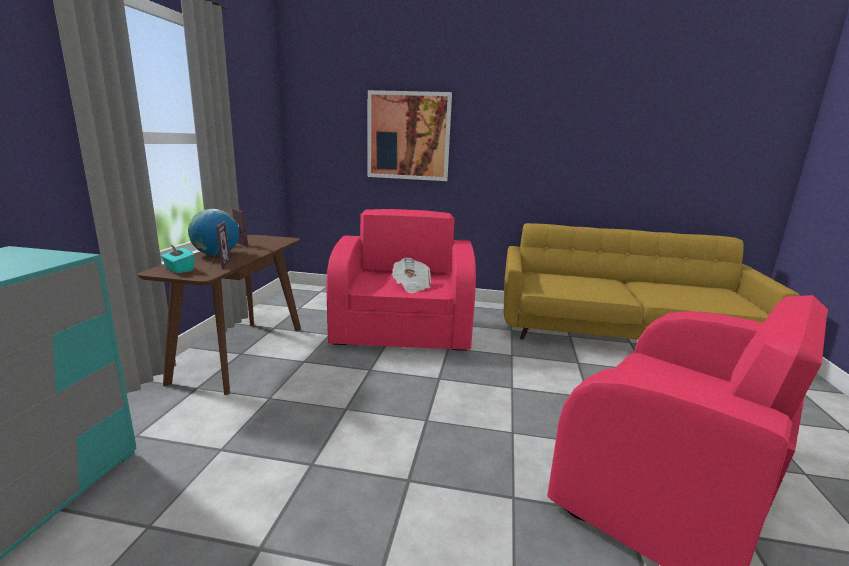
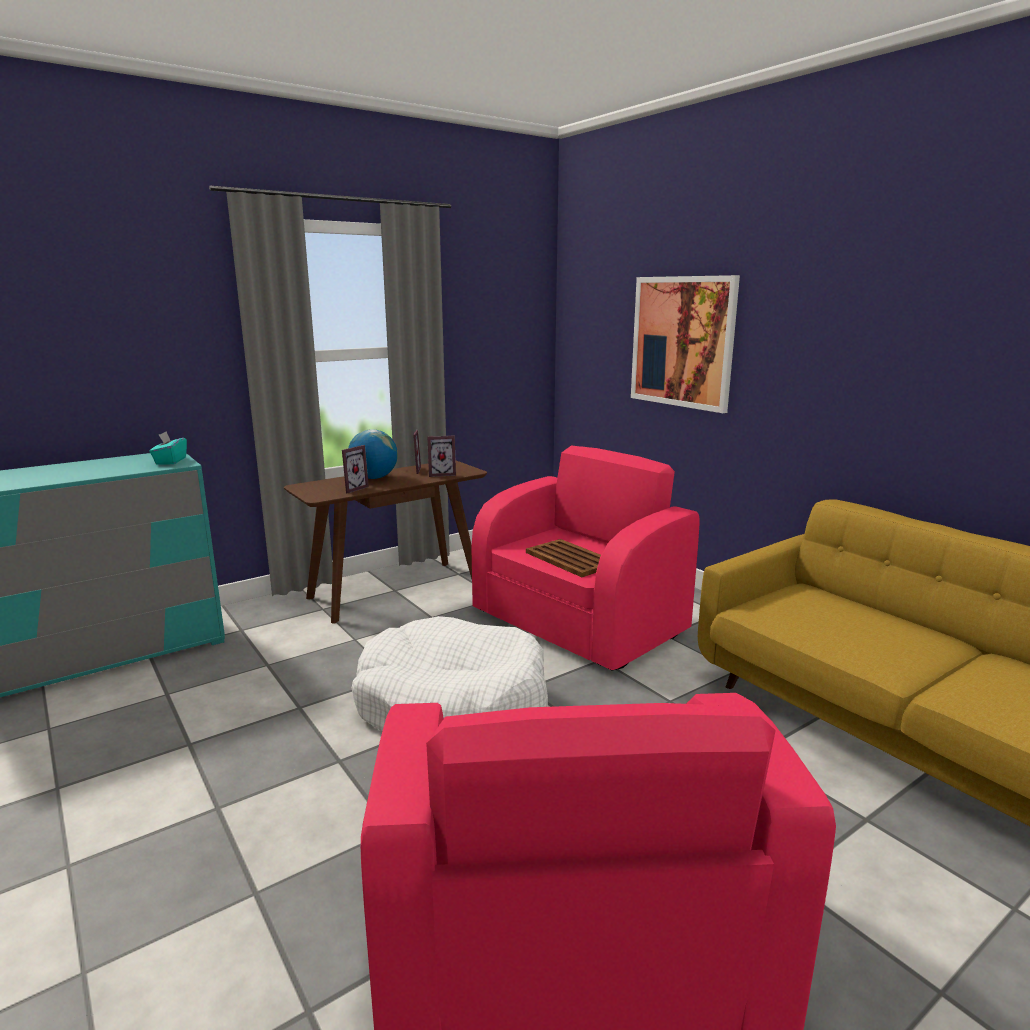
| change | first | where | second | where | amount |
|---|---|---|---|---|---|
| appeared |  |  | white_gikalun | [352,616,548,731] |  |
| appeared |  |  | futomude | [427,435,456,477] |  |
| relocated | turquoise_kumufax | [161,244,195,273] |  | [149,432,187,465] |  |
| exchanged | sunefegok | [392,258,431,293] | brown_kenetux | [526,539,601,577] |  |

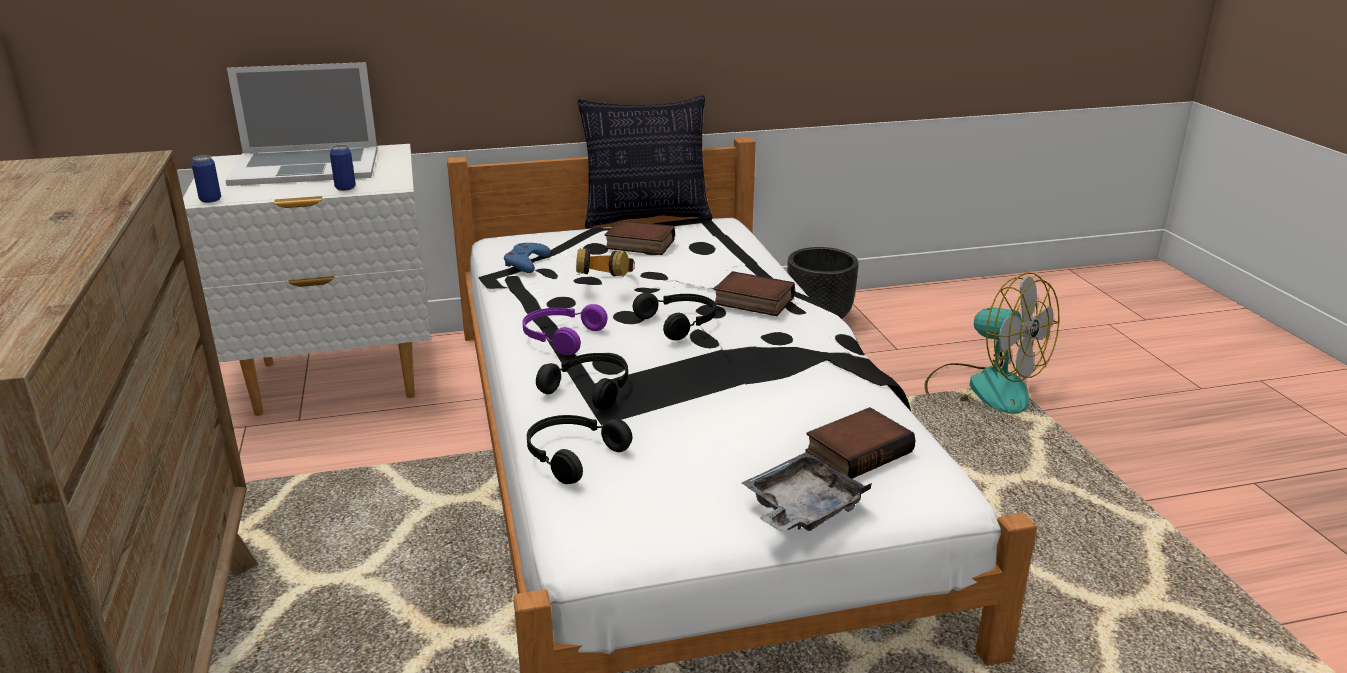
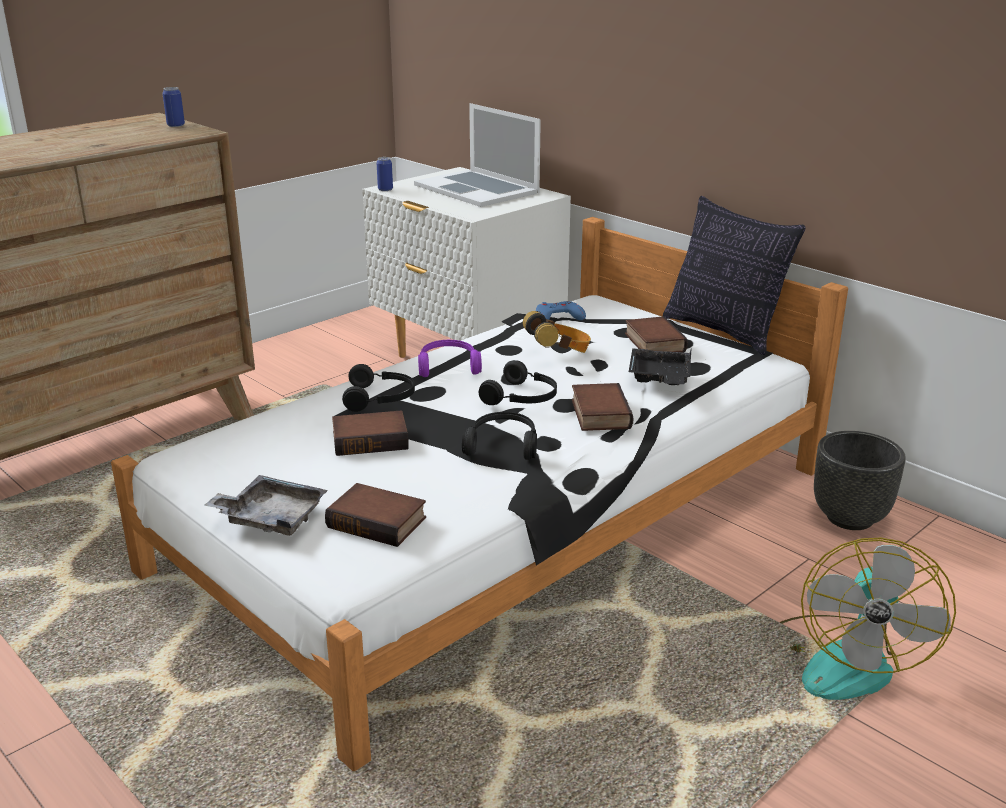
| change | first | where | second | where | amount |
|---|---|---|---|---|---|
| appeared |  |  | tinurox | [332,410,409,456] |  |
| appeared |  |  | black_kenetux | [629,348,691,385] |  |
| relocated | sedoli | [330,144,356,191] |  | [162,87,185,127] |  |
| relocated | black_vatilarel | [527,415,632,484] |  | [462,412,537,460] |  |

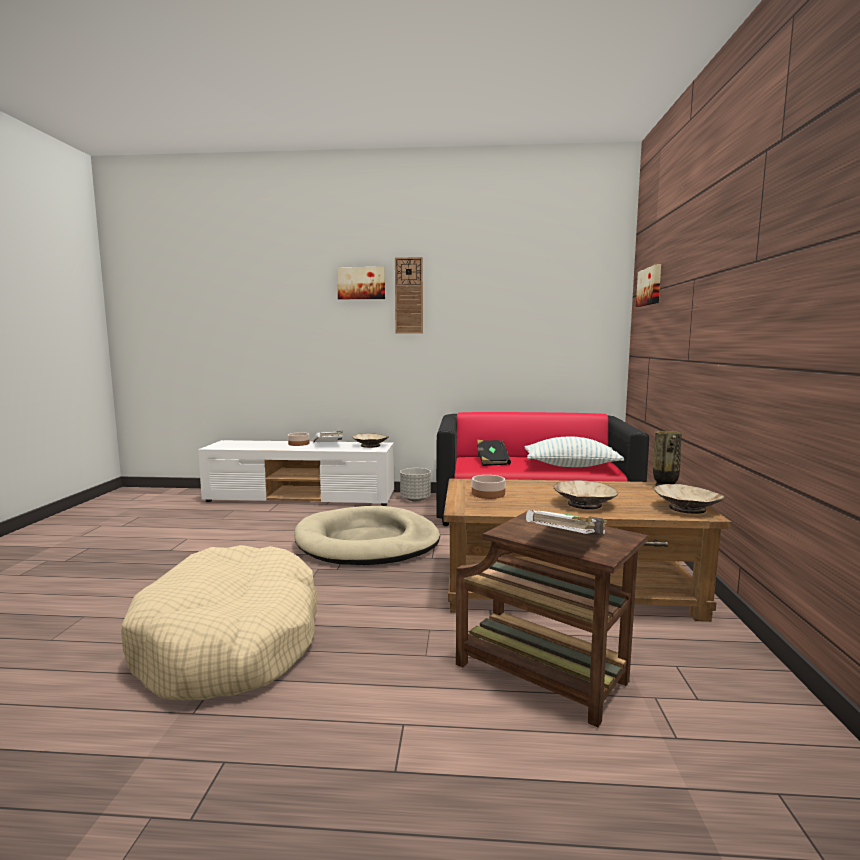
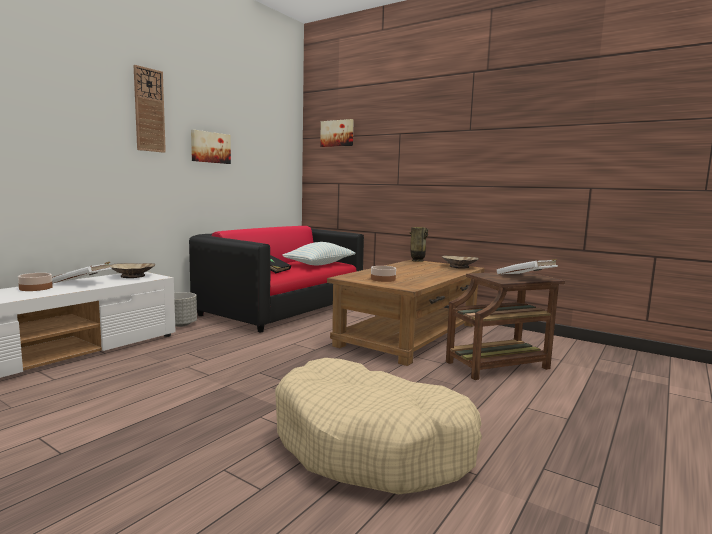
| change | first | where | second | where | amount |
|---|---|---|---|---|---|
| missing | beige_gikalun | [294,506,440,565] |  |  |  |
| missing | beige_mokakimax | [554,480,618,509] |  |  |  |
| relocated | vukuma | [337,267,385,299] |  | [191,130,231,164] |  |

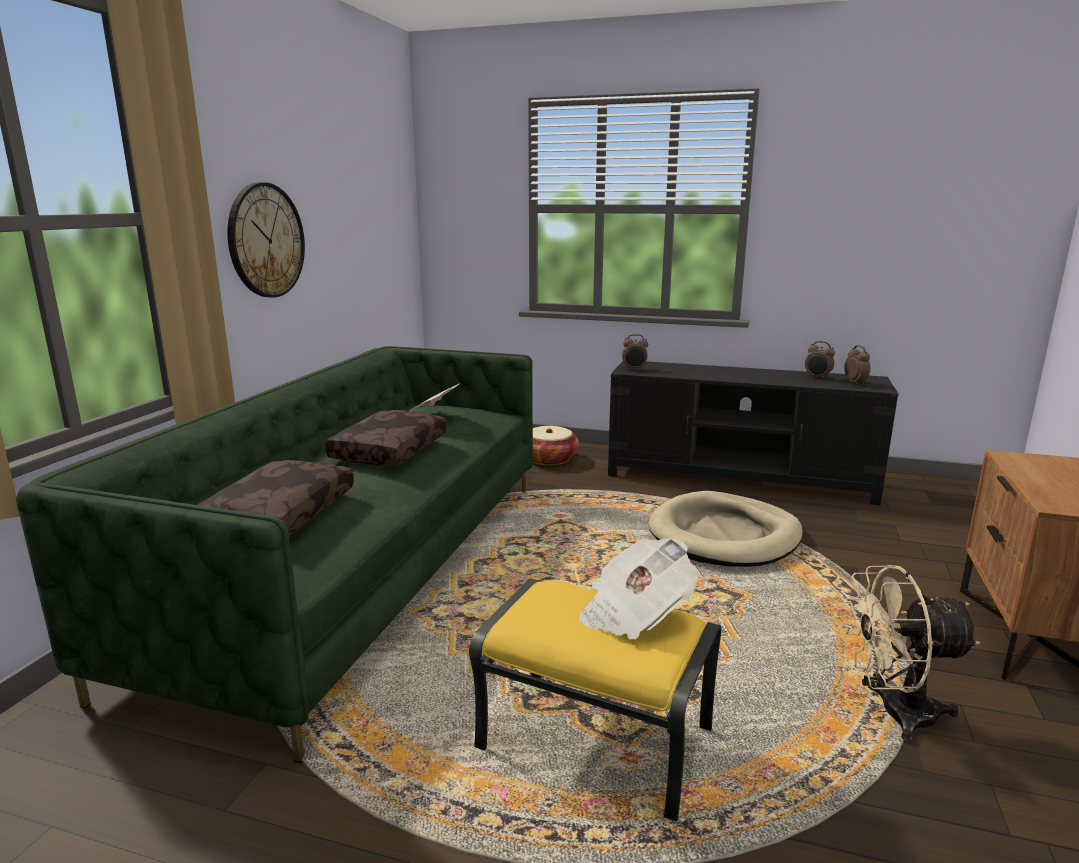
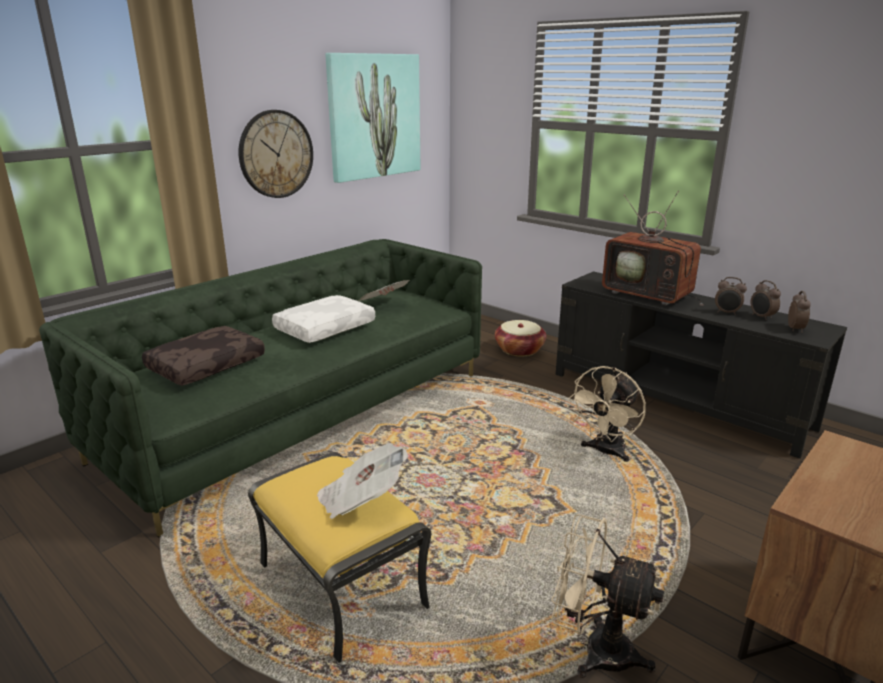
| change | first | where | second | where | amount |
|---|---|---|---|---|---|
| appeared |  |  | vukuma | [325,53,420,183] |  |
| appeared |  |  | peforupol | [602,191,704,306] |  |
| relocated | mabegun | [622,334,648,370] |  | [715,277,747,315] |  |
| exchanged | beige_gikalun | [648,491,803,567] | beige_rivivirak | [568,366,646,462] |  |
| colour | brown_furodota | [325,410,446,466] | white_furodota | [272,295,375,343] |  |

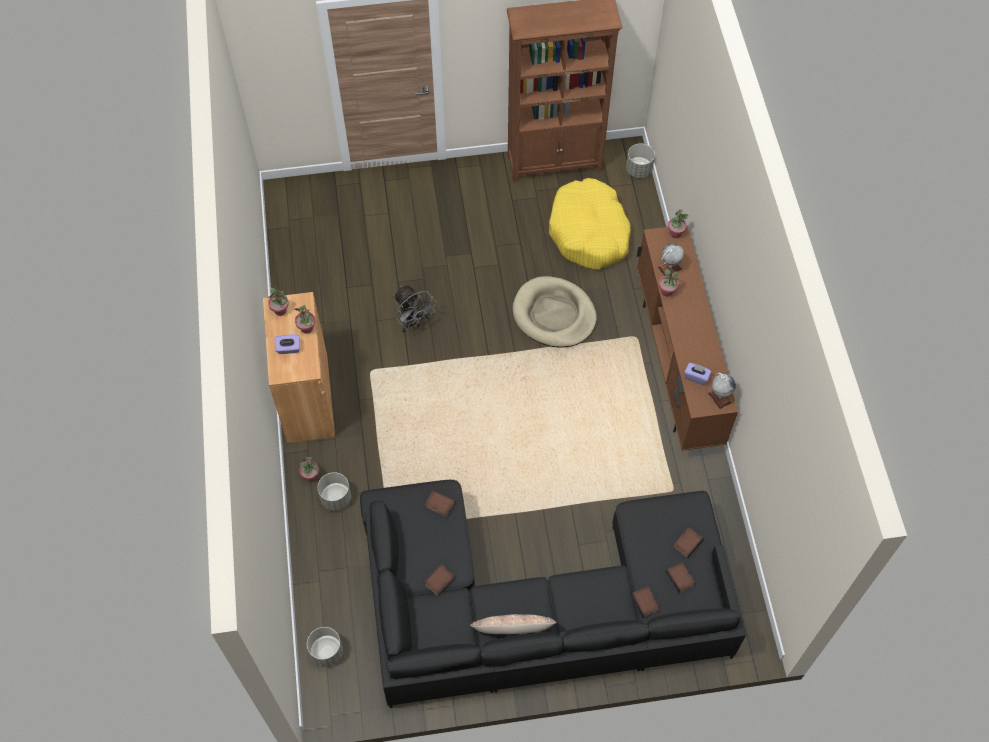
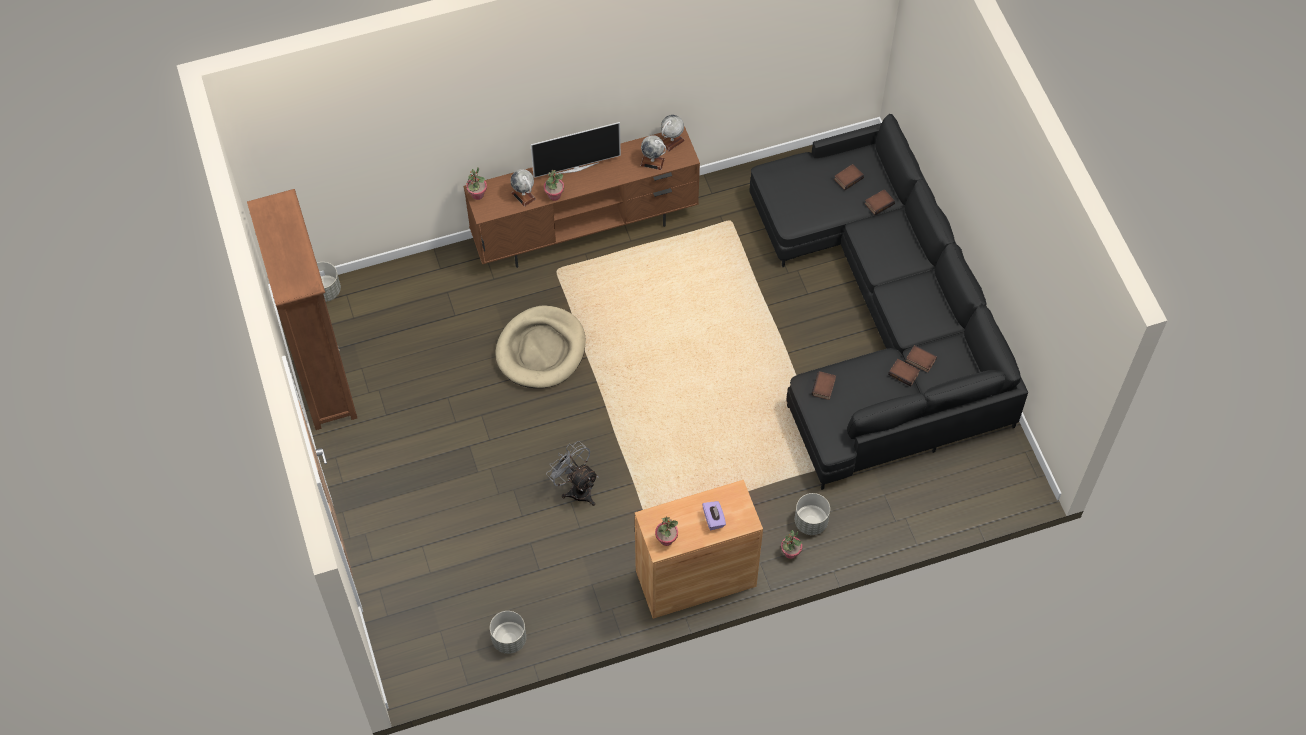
| change | first | where | second | where | amount |
|---|---|---|---|---|---|
| missing | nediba | [294,305,315,334] |  |  |  |
| missing | furodota | [470,614,557,634] |  |  |  |
| missing | yellow_gikalun | [549,178,631,269] |  |  |  |
| appeared |  |  | peforupol | [531,122,621,178] |  |
| relocated | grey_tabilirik | [307,627,343,667] |  | [490,611,526,654] |  |
| relocated | tinurox | [673,527,704,558] |  | [906,345,937,373] |  |
| exchanged | purple_kumufax | [684,363,711,385] | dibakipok | [641,135,666,170] |  |
| spun | grey_rivivirak | [393,286,437,332] |  | [546,441,598,506] | 90 degrees counterclockwise |

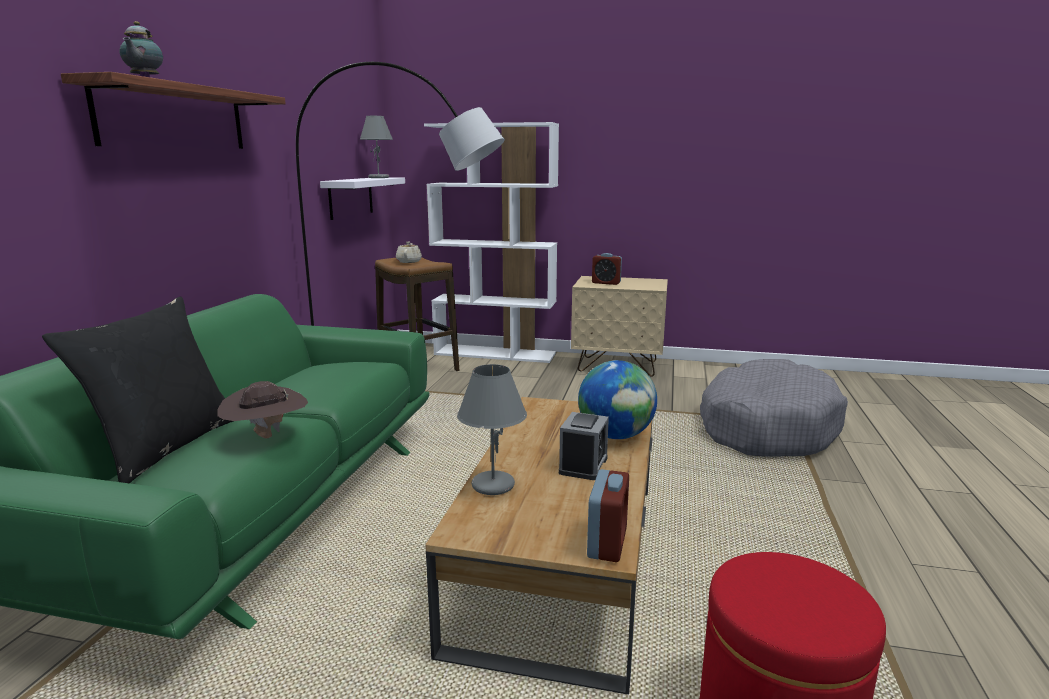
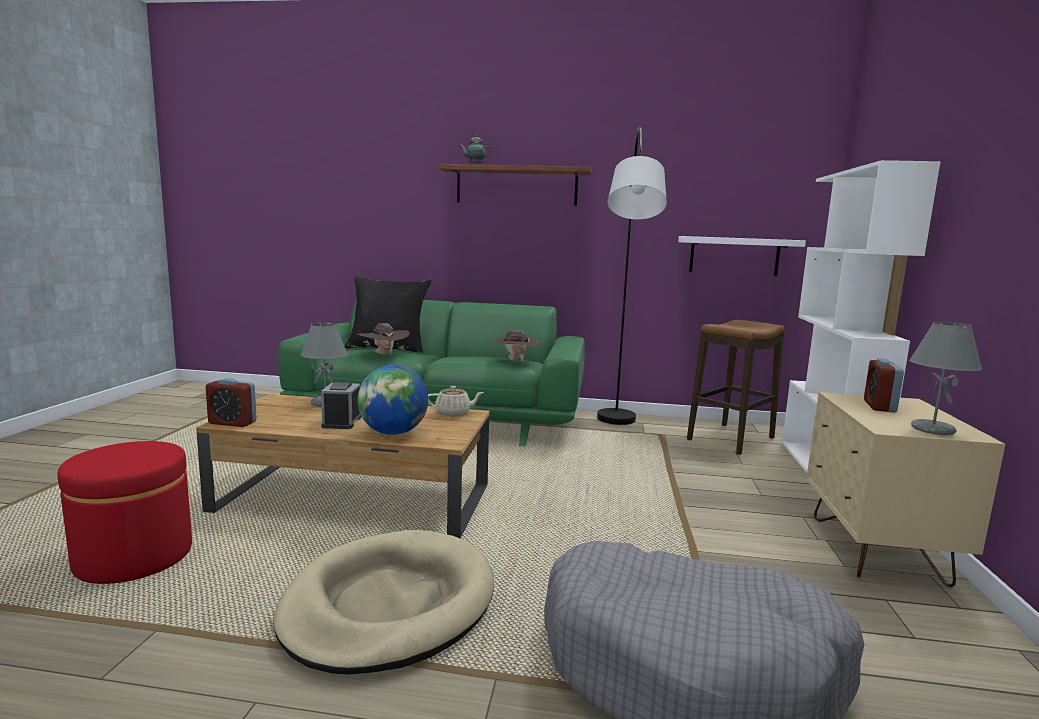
| change | first | where | second | where | amount |
|---|---|---|---|---|---|
| appeared |  |  | beige_gikalun | [274,530,494,675] |  |
| appeared |  |  | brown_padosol | [493,330,539,361] |  |
| relocated | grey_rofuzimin | [360,116,393,178] |  | [909,322,982,435] |  |
| relocated | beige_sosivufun | [396,242,422,263] |  | [428,386,484,416] |  |
| spun | mabegun | [559,412,609,480] |  | [321,382,361,429] | 75 degrees clockwise |

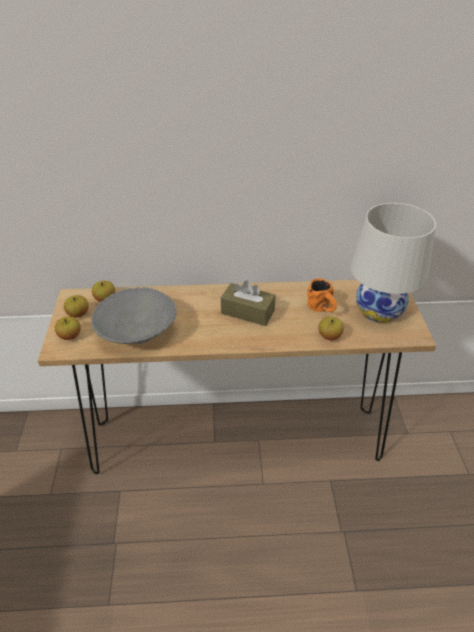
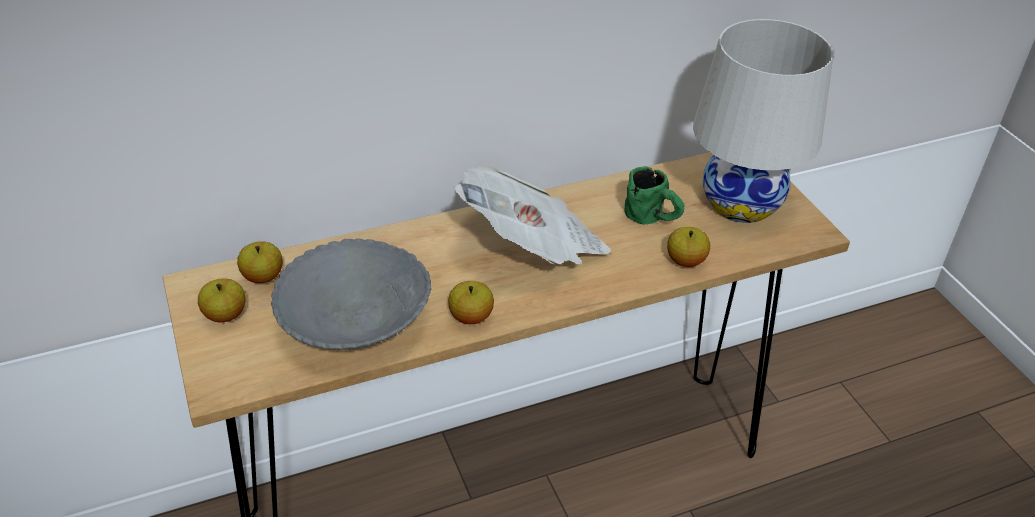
| change | first | where | second | where | amount |
|---|---|---|---|---|---|
| relocated | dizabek | [55,316,81,340] |  | [448,281,494,324] |  |
| exchanged | brown_kumufax | [221,280,276,326] | sunefegok | [454,166,611,265] |  |
| colour | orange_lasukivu | [307,278,337,312] | green_lasukivu | [624,166,685,225] |  |

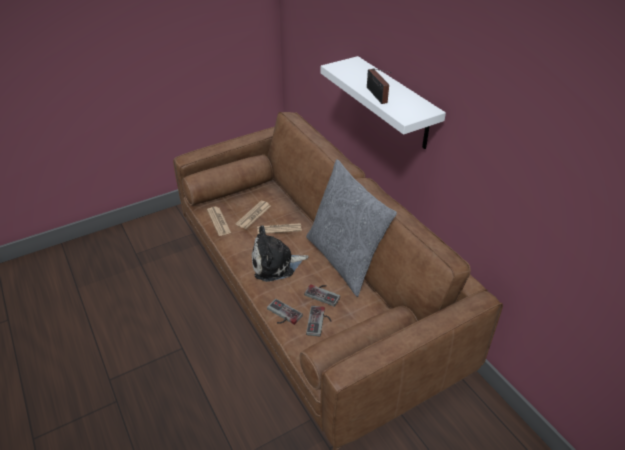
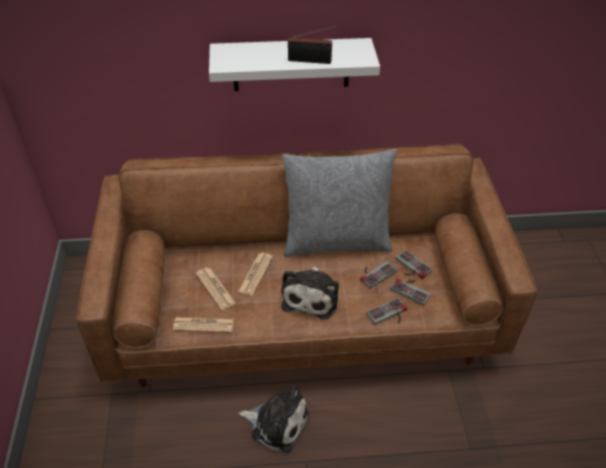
| change | first | where | second | where | amount |
|---|---|---|---|---|---|
| appeared |  |  | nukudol | [239,385,309,453] |  |
| appeared |  |  | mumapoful | [396,250,432,279] |  |

